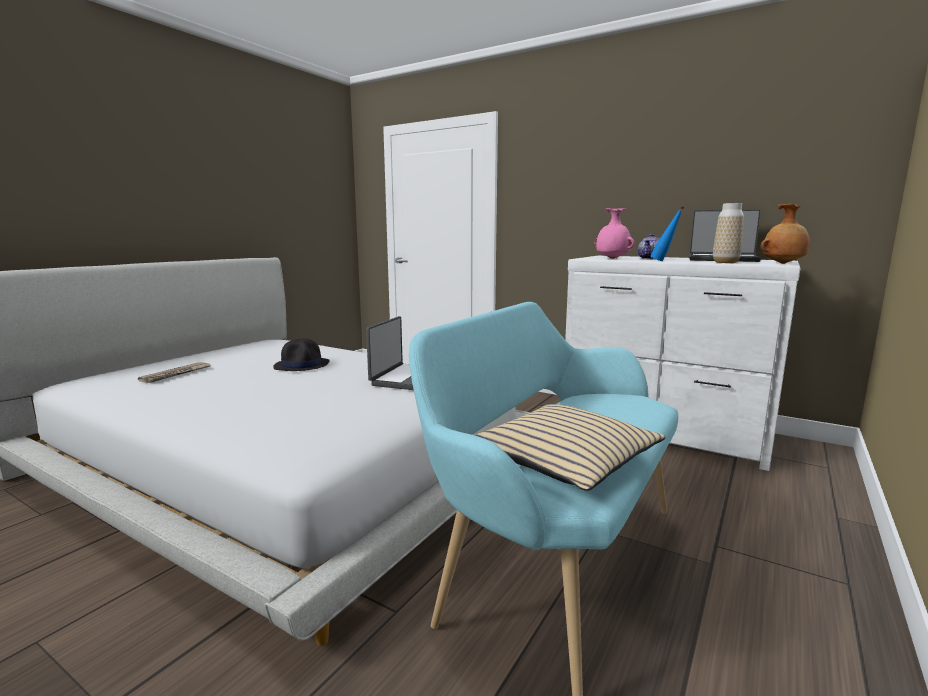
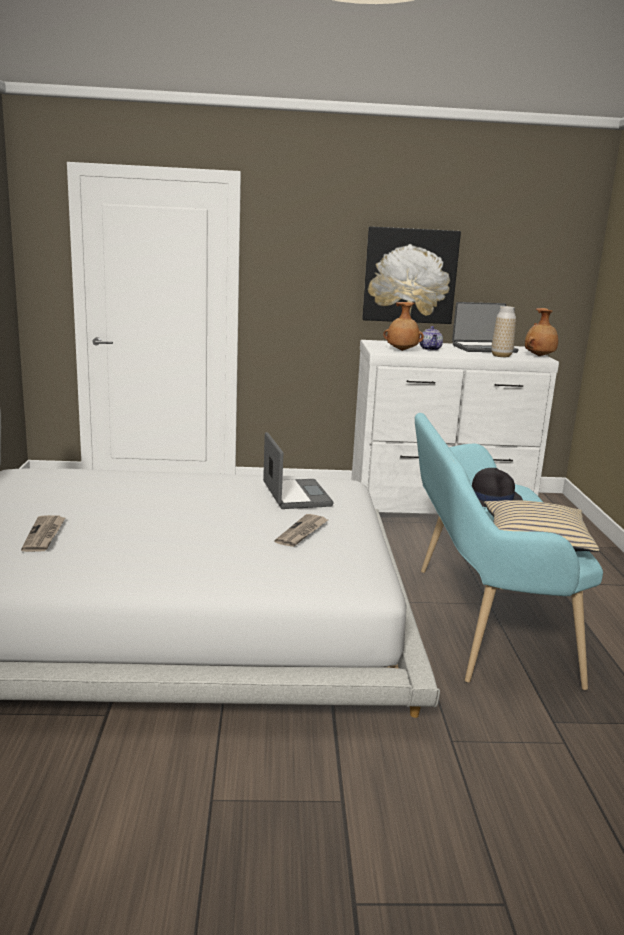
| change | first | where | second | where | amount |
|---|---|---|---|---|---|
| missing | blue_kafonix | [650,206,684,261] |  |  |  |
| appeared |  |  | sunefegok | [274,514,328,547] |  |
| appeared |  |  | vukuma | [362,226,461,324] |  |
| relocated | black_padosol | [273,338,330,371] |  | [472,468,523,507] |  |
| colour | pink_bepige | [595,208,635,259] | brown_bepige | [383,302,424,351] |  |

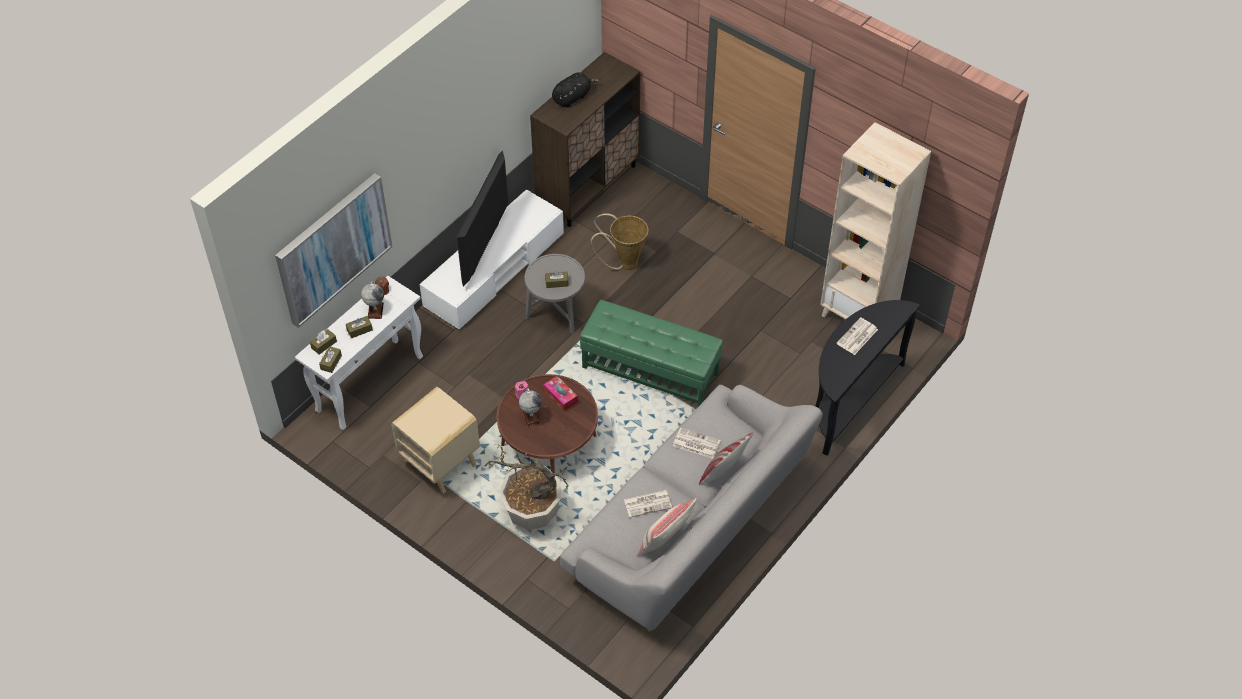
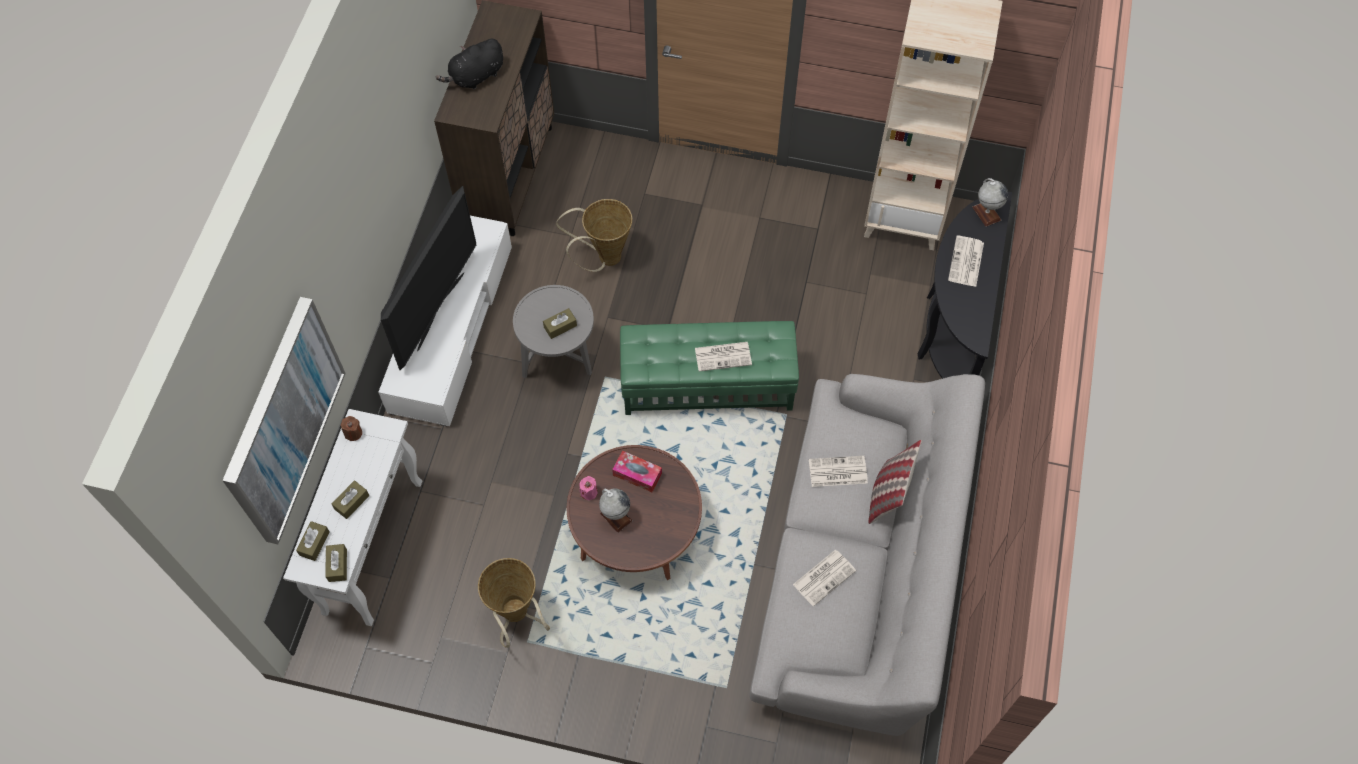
| change | first | where | second | where | amount |
|---|---|---|---|---|---|
| missing | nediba | [485,444,569,530] |  |  |  |
| missing | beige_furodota | [638,498,697,556] |  |  |  |
| appeared |  |  | sunefegok | [695,342,752,372] |  |
| relocated | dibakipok | [361,281,384,319] |  | [973,178,1008,227] |  |
| exchanged | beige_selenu | [391,387,480,494] | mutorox | [478,558,550,648] |  |
| spun | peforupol | [456,150,508,287] |  | [381,186,476,370] | 150 degrees counterclockwise |
| spun | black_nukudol | [552,72,599,107] |  | [436,38,503,89] | 150 degrees counterclockwise |

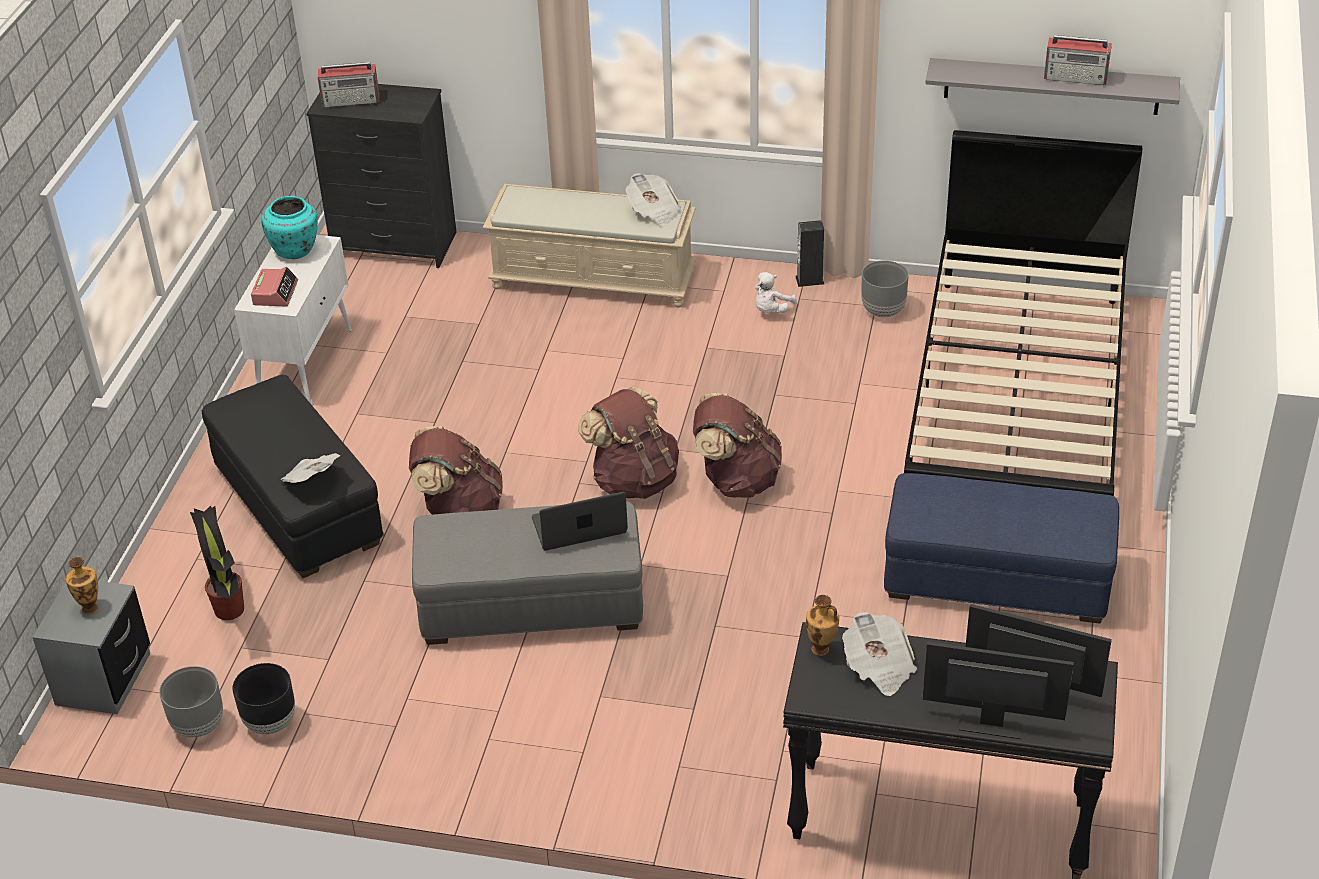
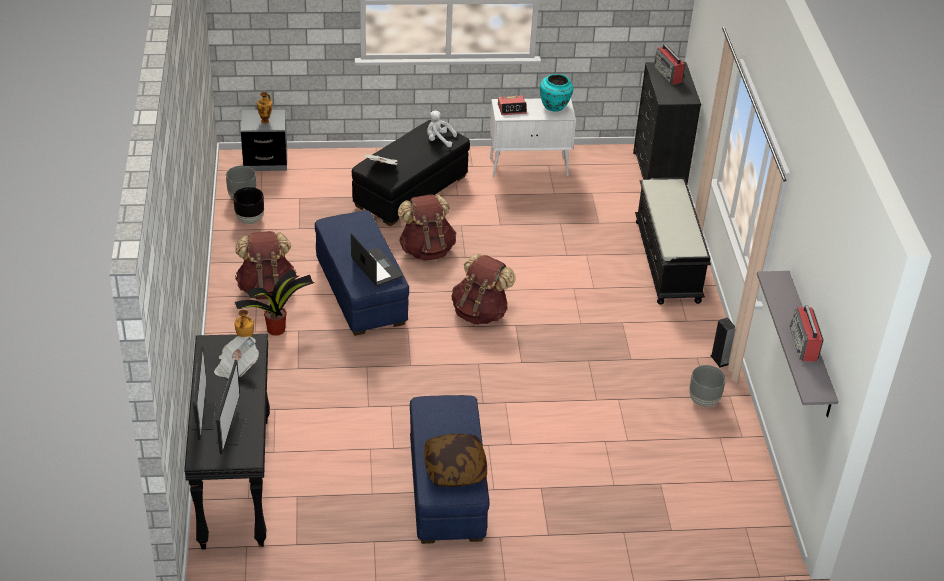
| change | first | where | second | where | amount |
|---|---|---|---|---|---|
| missing | sunefegok | [625,173,681,226] |  |  |  |
| missing | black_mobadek | [904,130,1142,496] |  |  |  |
| appeared |  |  | furodota | [424,434,487,487] |  |
| relocated | nediba | [190,506,244,620] |  | [235,269,315,336] |  |
| relocated | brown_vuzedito | [693,393,782,498] |  | [235,231,296,299] |  |
| relocated | white_nukudol | [755,272,797,314] |  | [427,111,457,147] |  |
| colour | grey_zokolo | [412,501,643,645] | blue_zokolo | [315,210,409,336] |  |
| colour | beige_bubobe | [483,184,697,308] | black_bubobe | [635,177,711,305] |  |

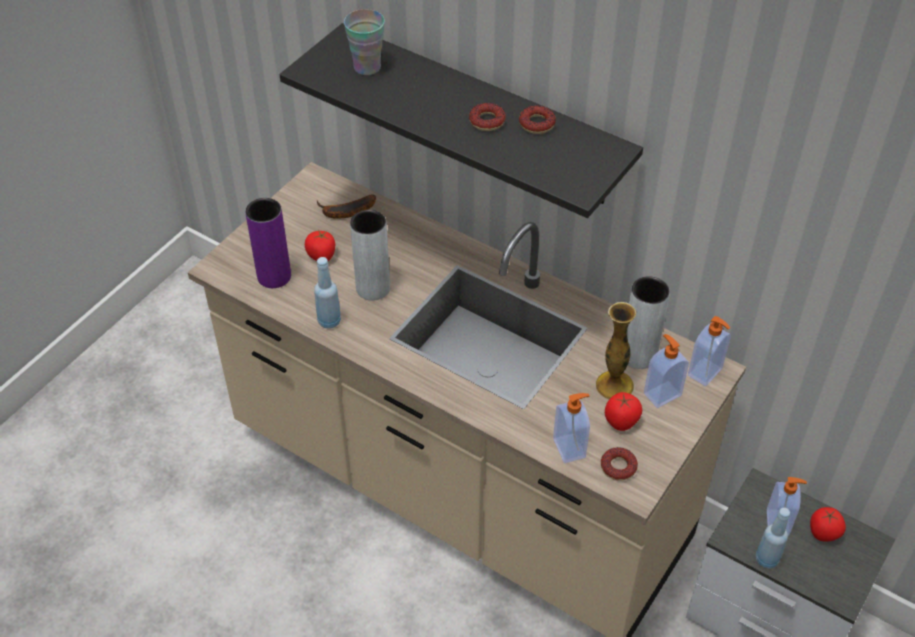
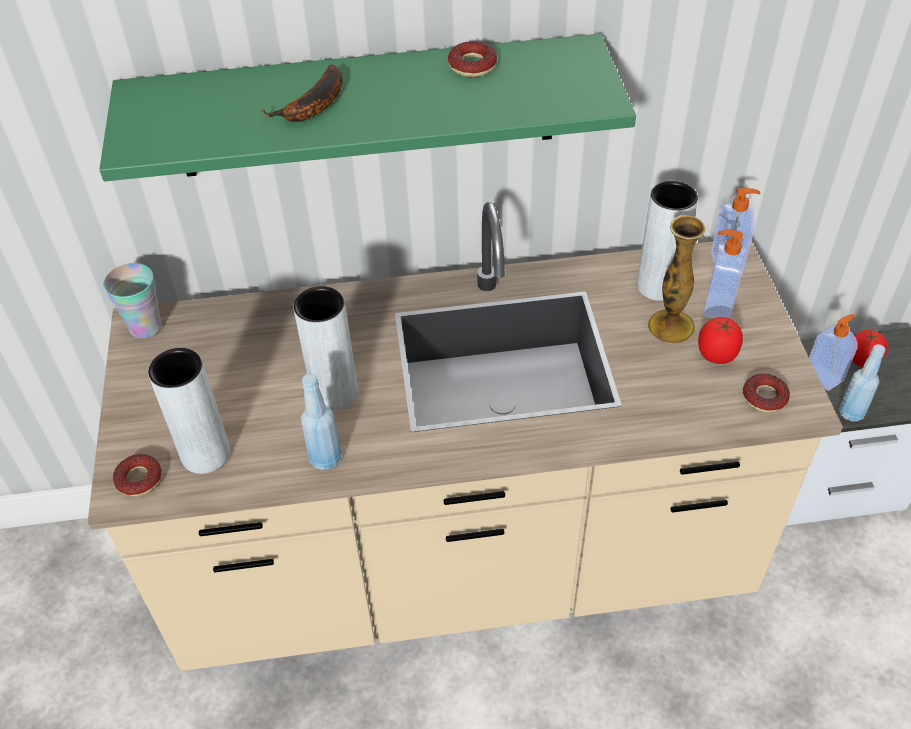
| change | first | where | second | where | amount |
|---|---|---|---|---|---|
| missing | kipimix | [305,230,335,261] |  |  |  |
| missing | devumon | [553,393,590,463] |  |  |  |
| relocated | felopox | [317,194,376,219] |  | [261,64,342,122] |  |
| relocated | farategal | [344,9,385,75] |  | [103,263,162,338] |  |
| relocated | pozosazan | [469,103,506,131] |  | [113,454,162,497] |  |
| colour | purple_bepige | [245,198,291,288] | grey_bepige | [148,348,230,474] |  |
| colour | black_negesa | [279,23,643,218] | green_negesa | [99,33,636,181] |  |

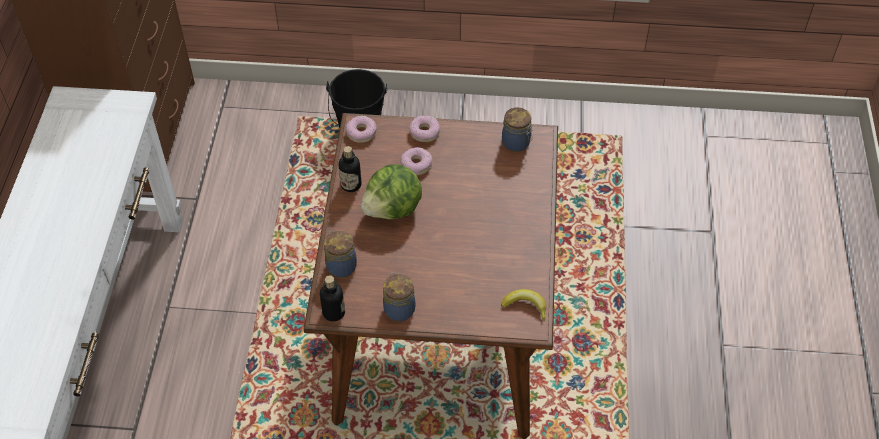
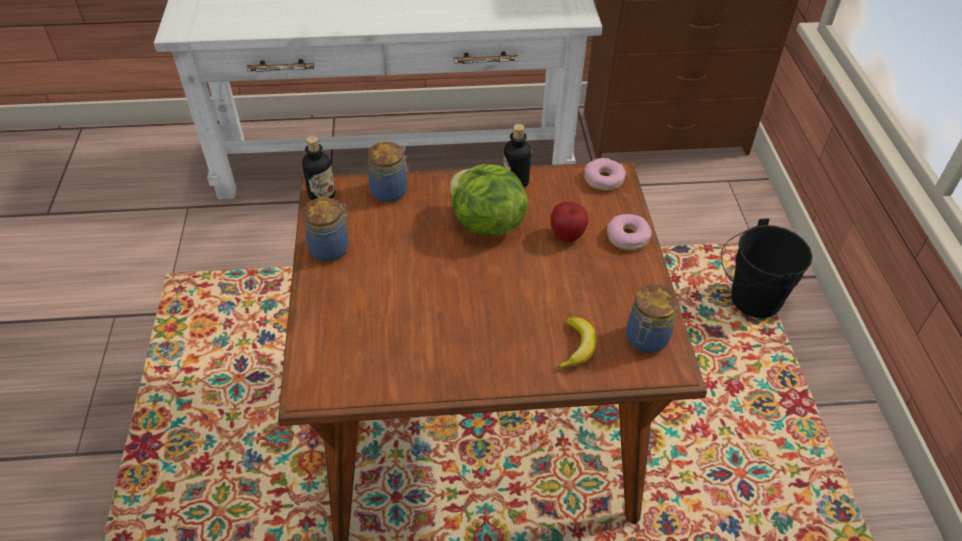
| change | first | where | second | where | amount |
|---|---|---|---|---|---|
| relocated | felopox | [501,289,547,321] |  | [556,317,596,368] |  |
| exchanged | pozosazan | [401,147,432,176] | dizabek | [551,202,589,242] |  |

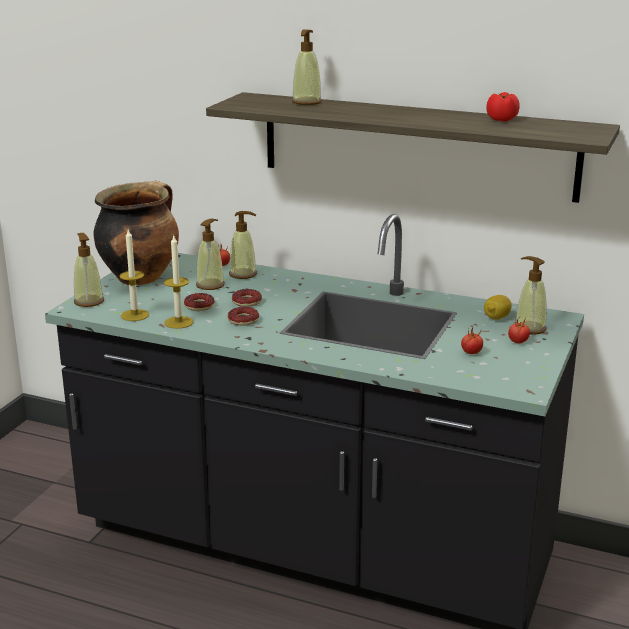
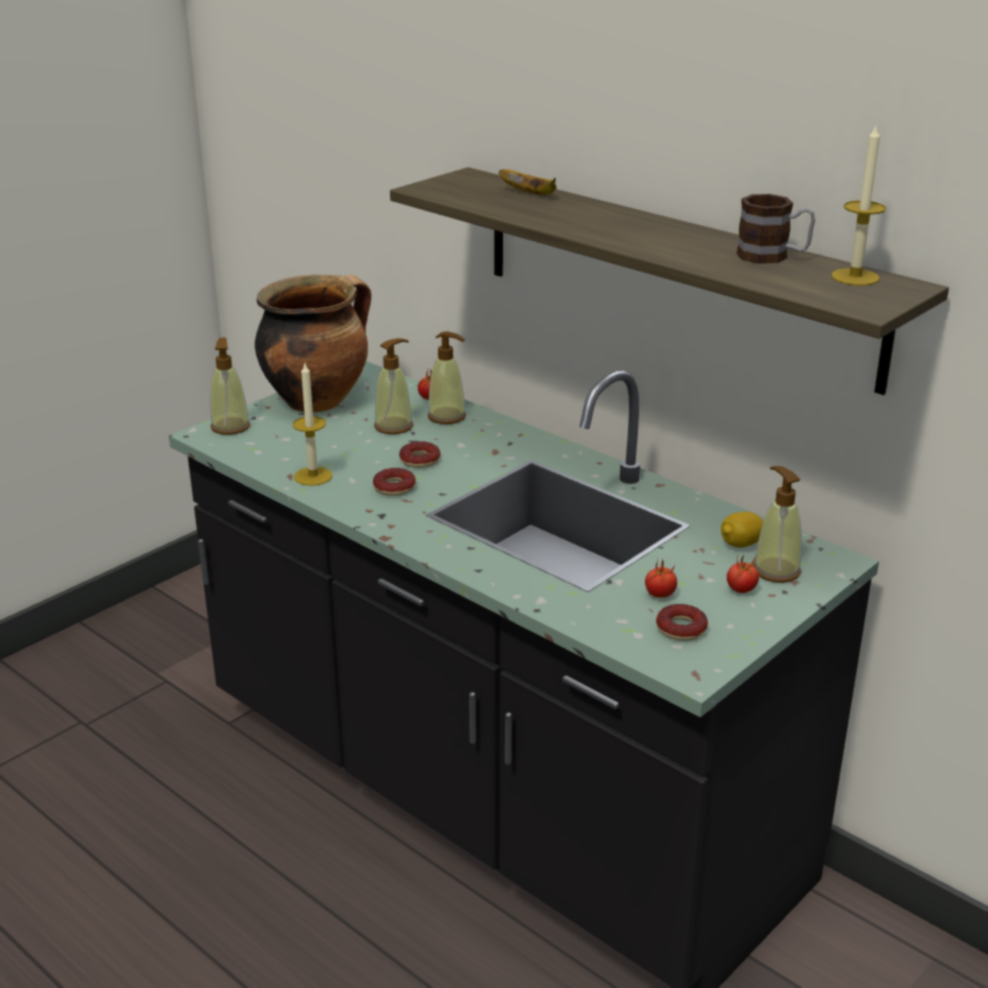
| change | first | where | second | where | amount |
|---|---|---|---|---|---|
| relocated | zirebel | [119,230,149,321] |  | [831,126,886,286] |  |
| relocated | pozosazan | [184,293,215,311] |  | [656,604,708,641] |  |
| exchanged | devumon | [292,29,322,105] | felopox | [499,169,557,195] |  |
| exchanged | kipimix | [486,92,520,122] | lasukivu | [736,194,815,264] |  |

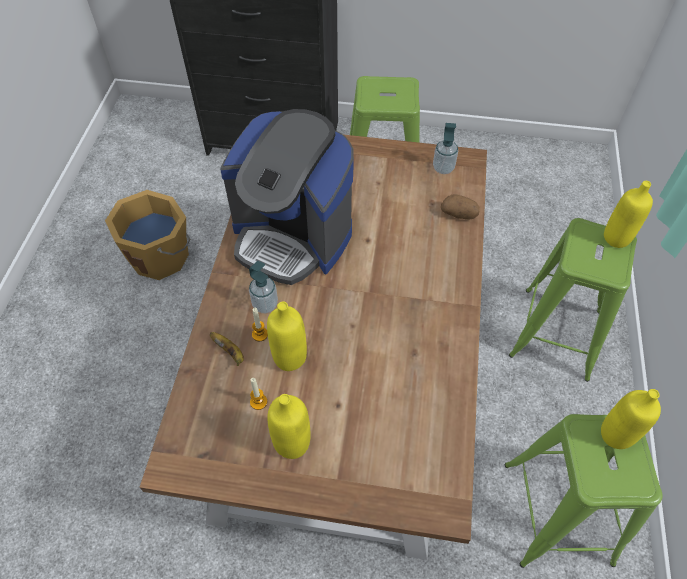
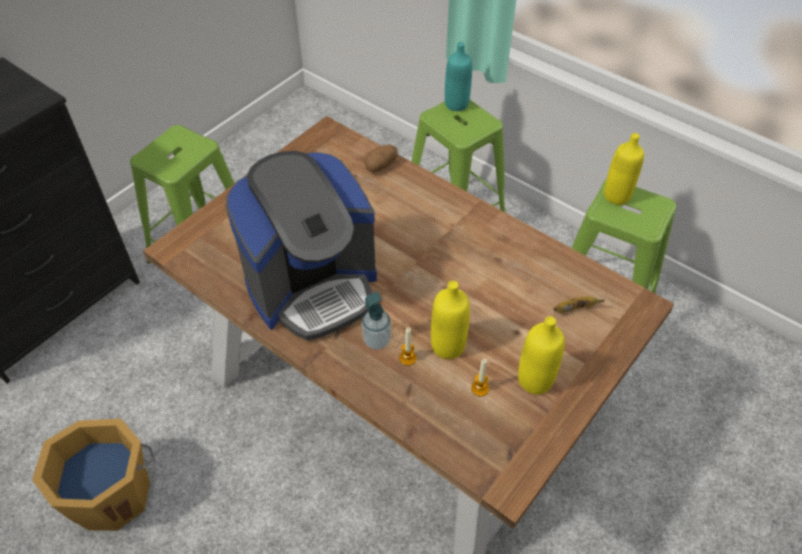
| change | first | where | second | where | amount |
|---|---|---|---|---|---|
| missing | devumon | [433,123,458,174] |  |  |  |
| relocated | felopox | [210,332,244,366] |  | [554,297,605,313] |  |
| colour | yellow_kafonix | [604,181,653,248] | turquoise_kafonix | [445,42,472,111] |  |

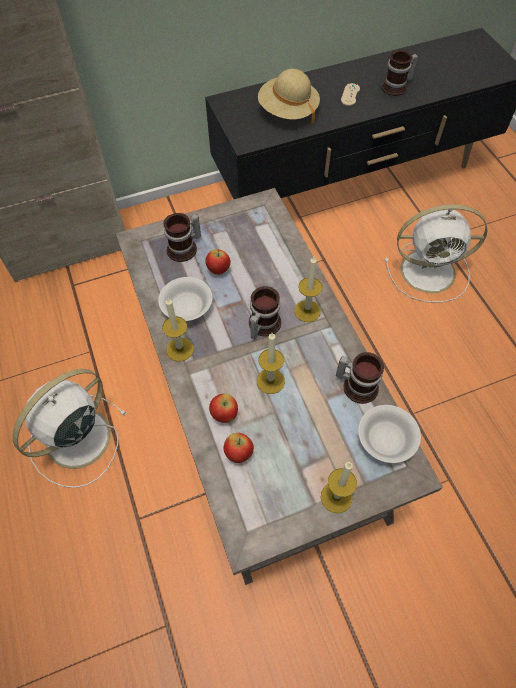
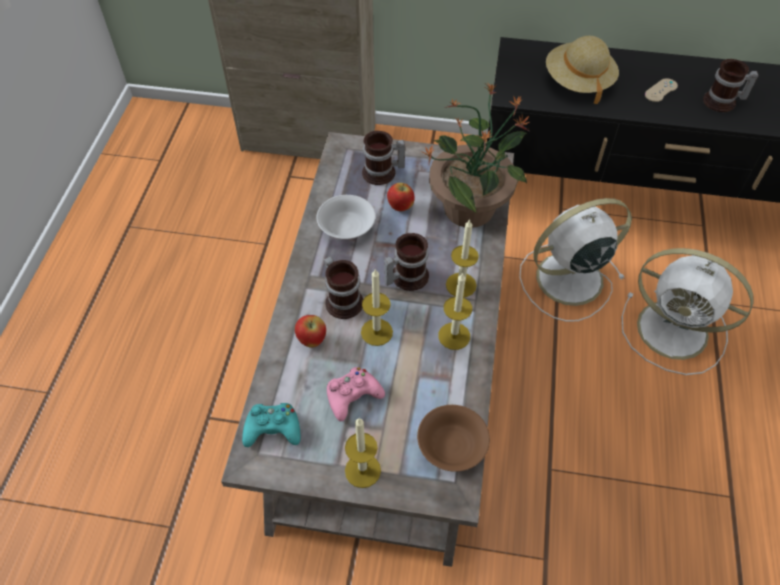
| change | first | where | second | where | amount |
|---|---|---|---|---|---|
| missing | dizabek | [223,433,254,463] |  |  |  |
| appeared |  |  | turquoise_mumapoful | [242,403,301,447] |  |
| appeared |  |  | pink_mumapoful | [327,367,385,421] |  |
| appeared |  |  | nediba | [422,83,530,228] |  |
| relocated | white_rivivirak | [13,369,127,488] |  | [519,198,632,322] |  |
| relocated | zirebel | [162,297,194,362] |  | [438,273,472,350] |  |
| relocated | lasukivu | [336,352,384,404] |  | [324,256,363,319] |  |
| colour | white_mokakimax | [358,405,421,463] | brown_mokakimax | [417,405,490,472] |  |

